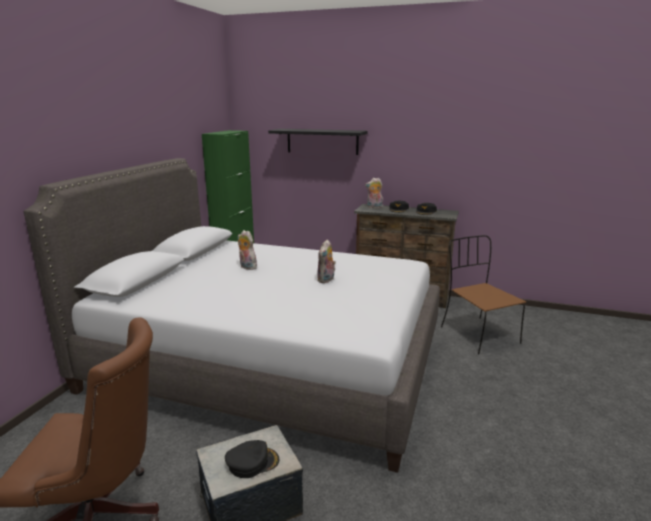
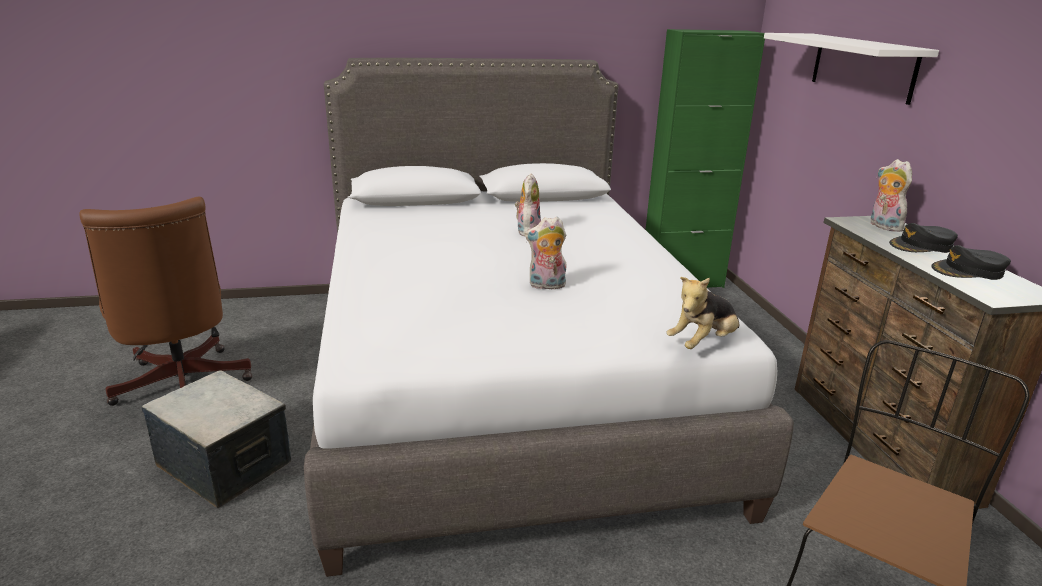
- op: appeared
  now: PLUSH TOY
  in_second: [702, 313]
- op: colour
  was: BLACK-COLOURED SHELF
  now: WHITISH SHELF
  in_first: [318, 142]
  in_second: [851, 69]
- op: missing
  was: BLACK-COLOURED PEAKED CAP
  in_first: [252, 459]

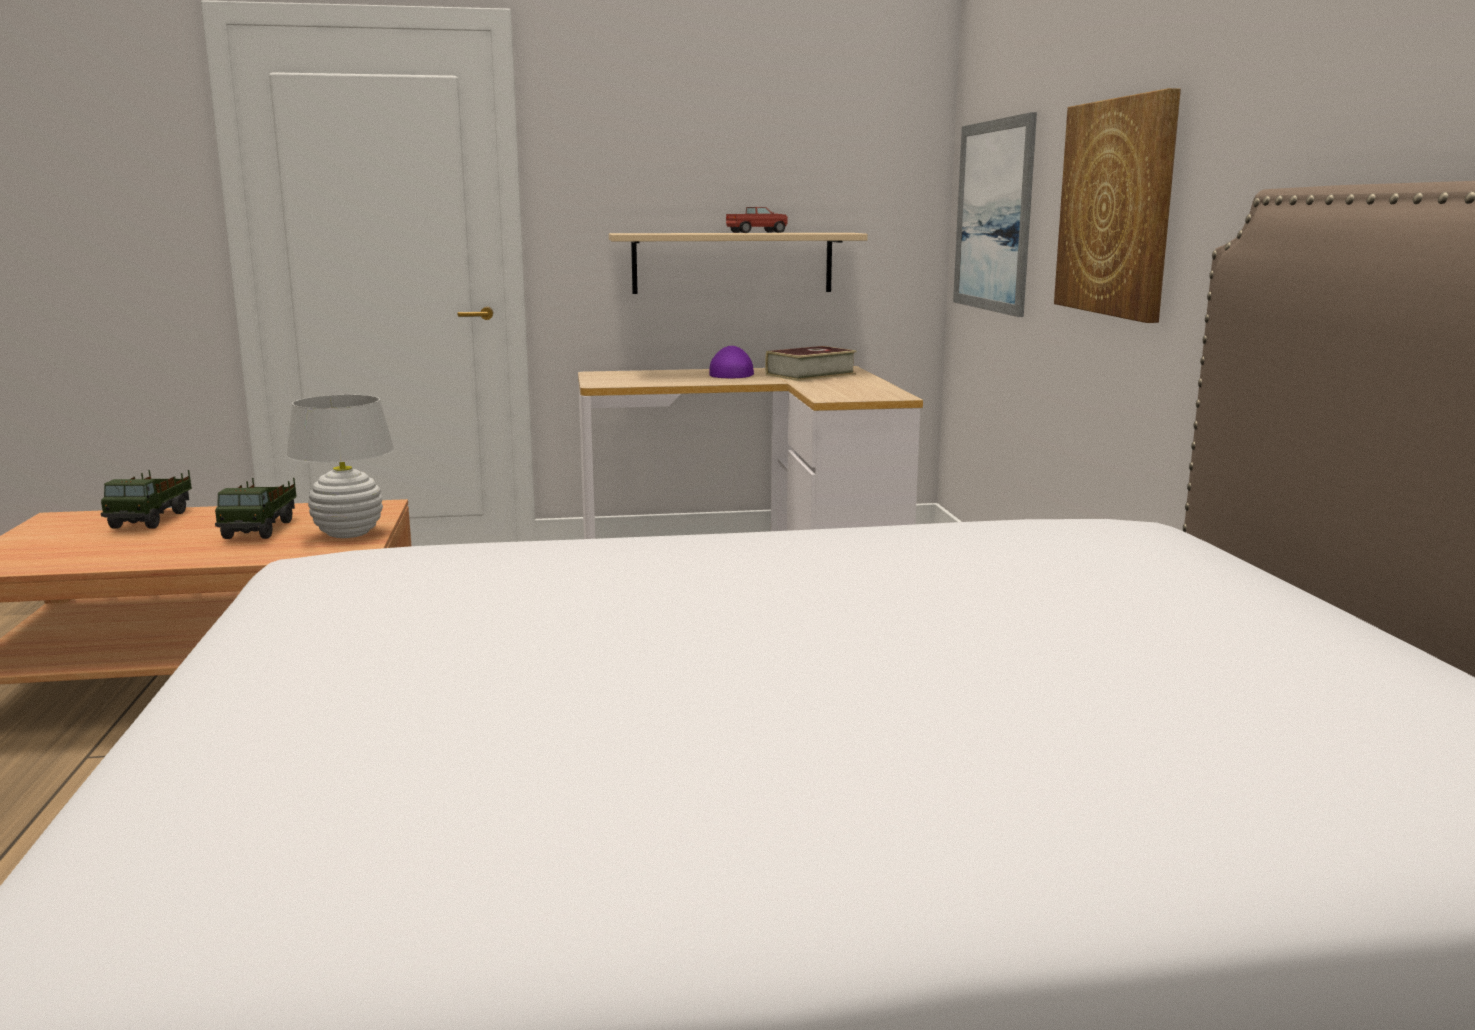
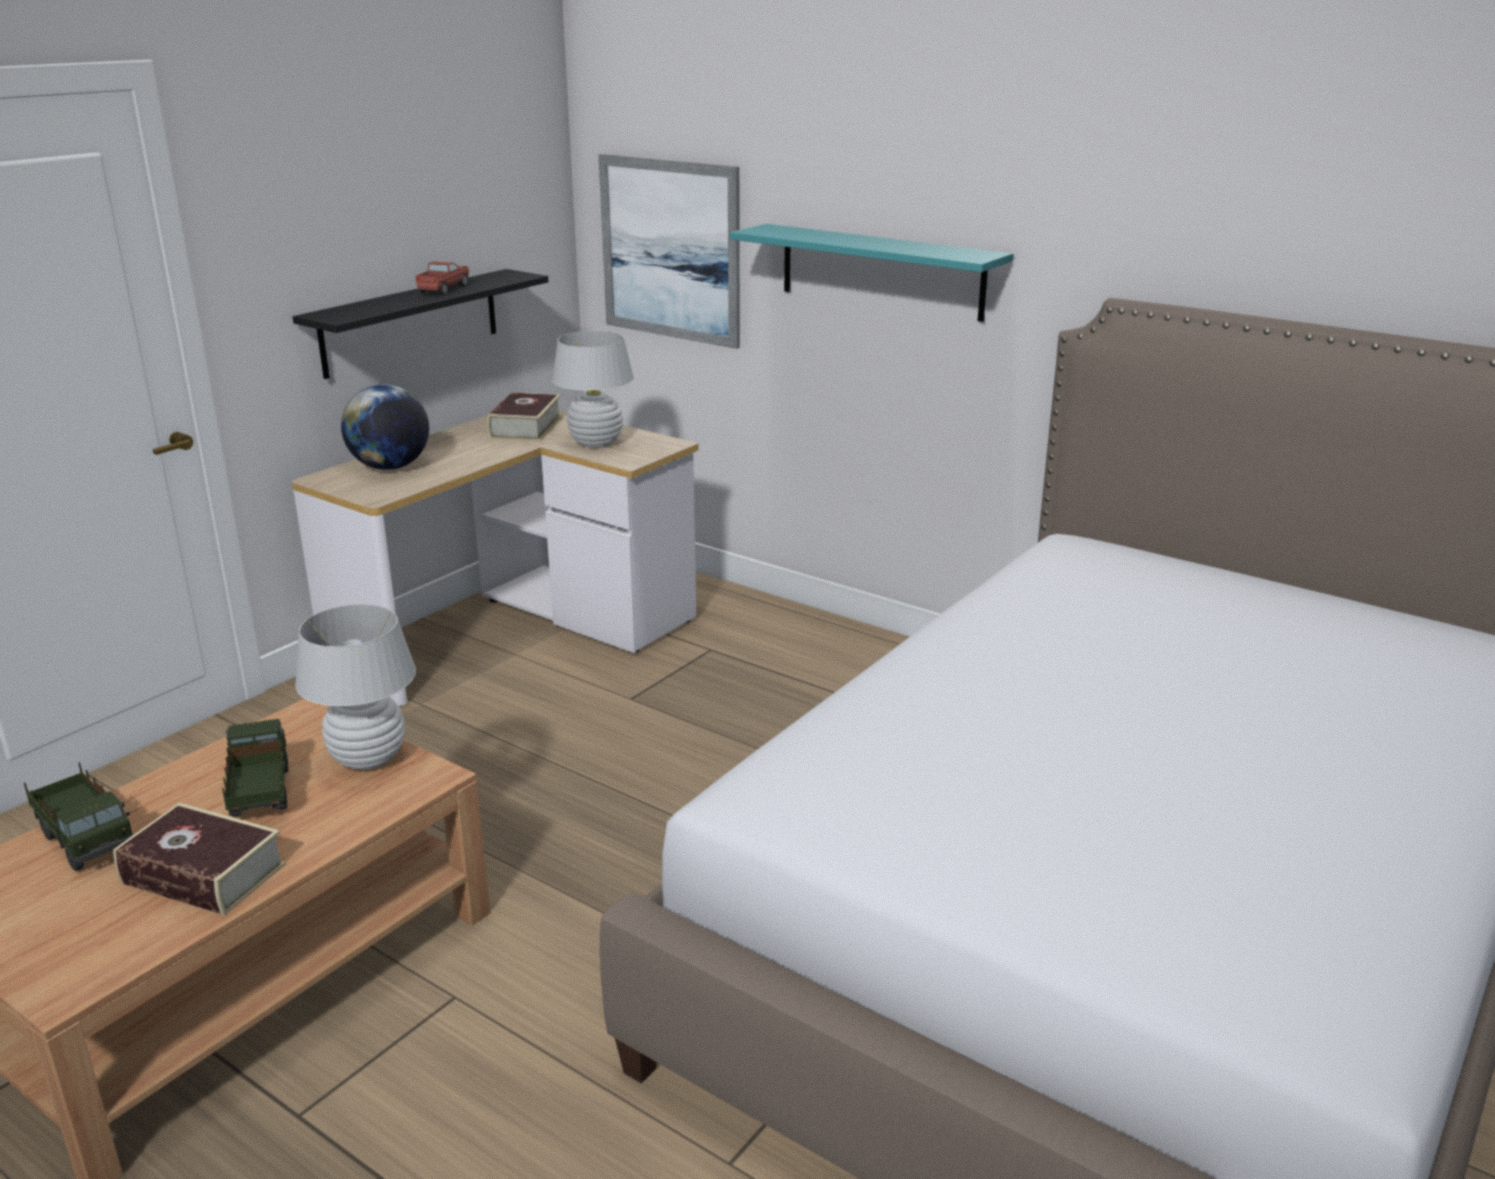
- op: appeared
  now: BOUND BOOK
  in_second: [199, 859]
- op: spun
  was: TOY LORRY
  in_first: [256, 508]
  in_second: [255, 768]
  clockwise: -150
- op: colour
  was: BEIGE SHELF
  now: BLACK-COLOURED SHELF
  in_first: [738, 263]
  in_second: [421, 324]
- op: appeared
  now: GLOBE
  in_second: [385, 427]
- op: appeared
  now: WHITISH TABLETOP LAMP
  in_second: [593, 389]
- op: exchanged
  was: PICTURE
  now: TURQUOISE SHELF
  in_first: [1117, 205]
  in_second: [872, 273]
- op: missing
  was: PURPLE PEAKED CAP
  in_first: [731, 362]

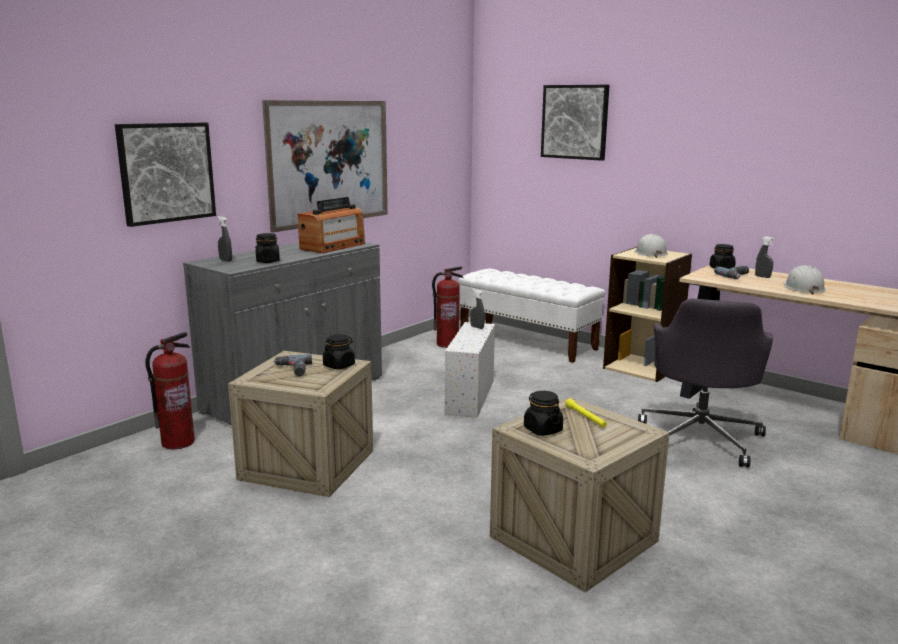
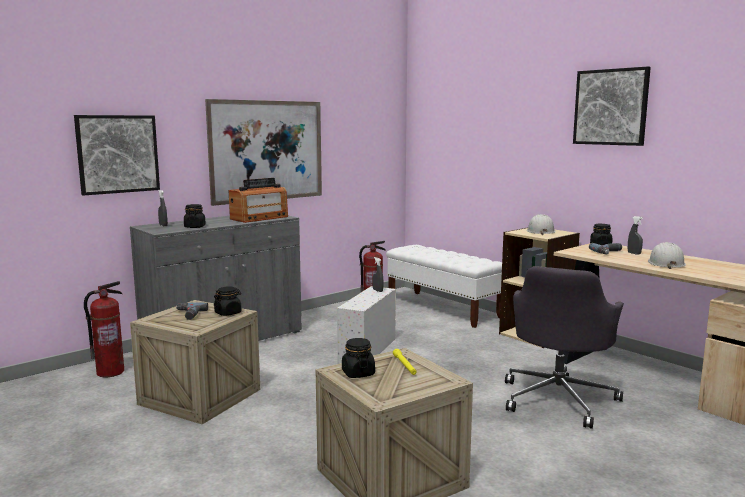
- op: relocated
  was: PICTURE
  in_first: [575, 123]
  in_second: [612, 106]

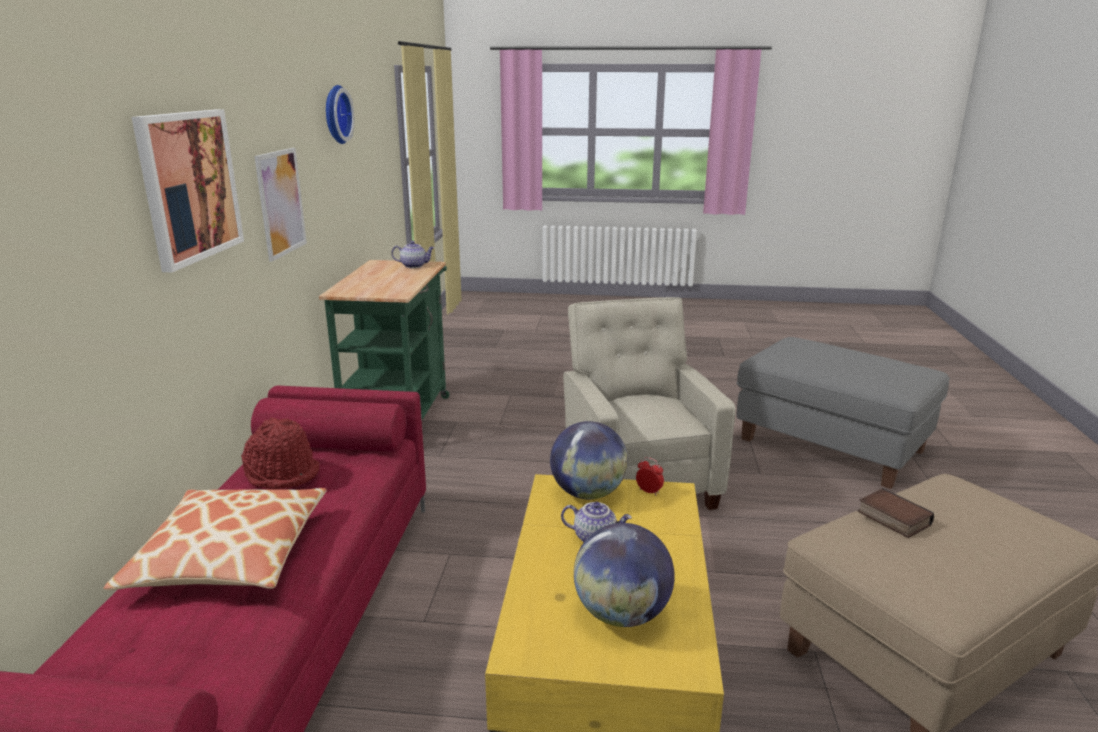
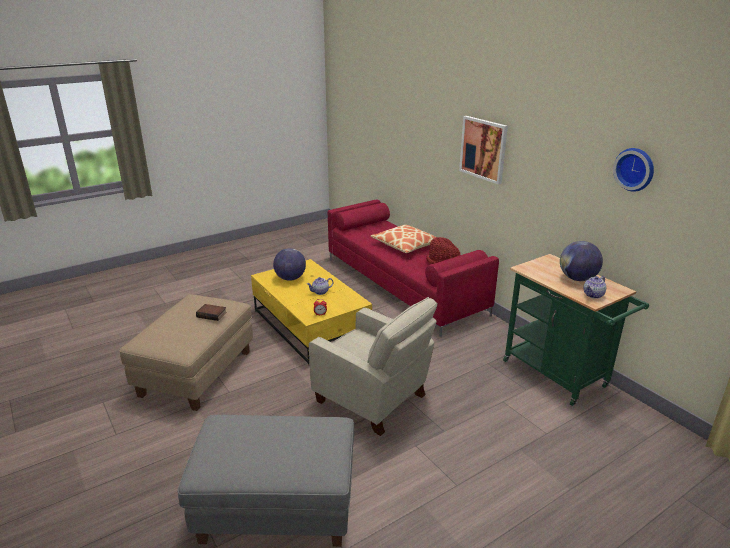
- op: relocated
  was: GLOBE
  in_first: [589, 460]
  in_second: [581, 261]
- op: missing
  was: PICTURE
  in_first: [281, 205]

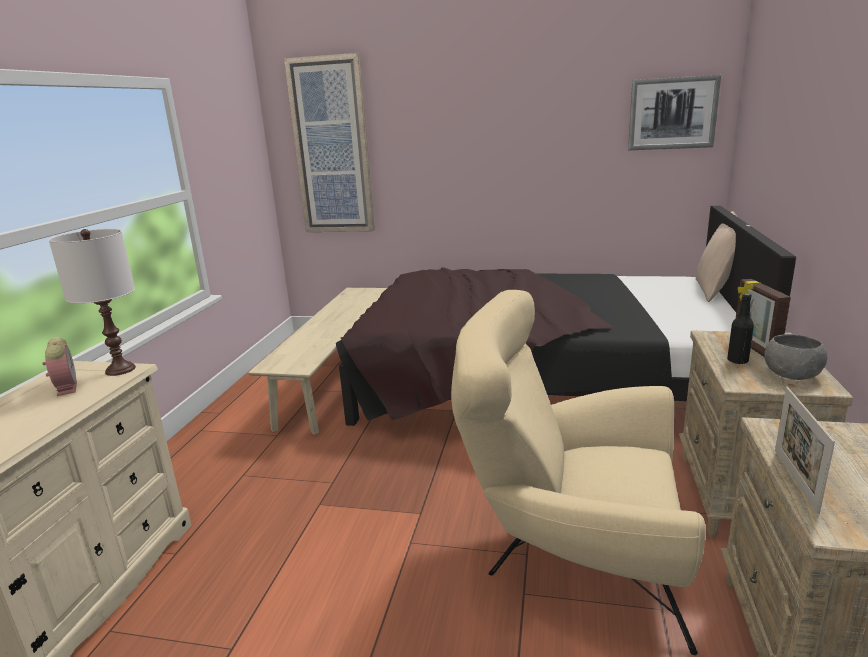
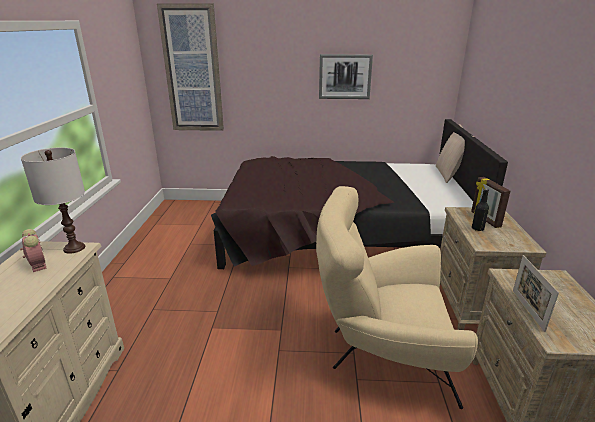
- op: relocated
  was: PICTURE
  in_first: [674, 112]
  in_second: [346, 76]
- op: missing
  was: BEIGE INDOOR BENCH
  in_first: [317, 361]
- op: missing
  was: GREY BOWL
  in_first: [795, 357]

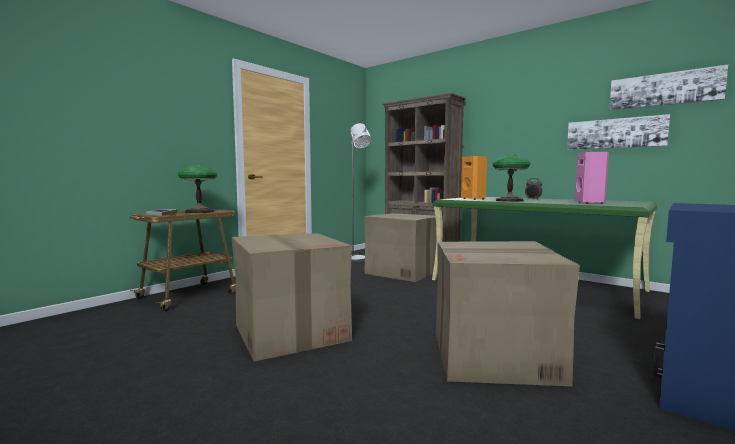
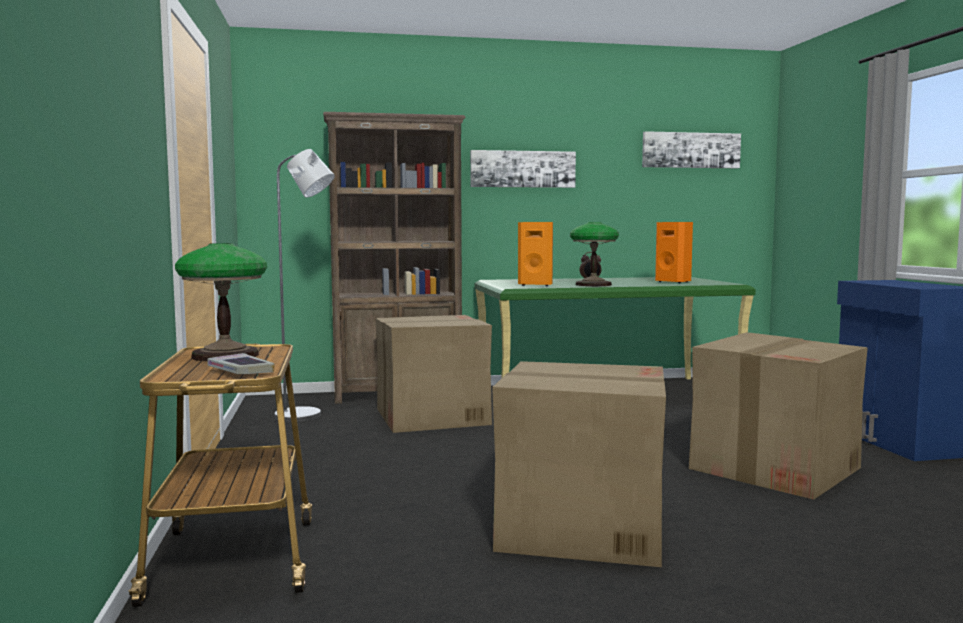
- op: relocated
  was: PICTURE
  in_first: [618, 132]
  in_second: [523, 169]
- op: colour
  was: PINK AUDIO SPEAKER
  now: ORANGE AUDIO SPEAKER
  in_first: [592, 178]
  in_second: [674, 252]

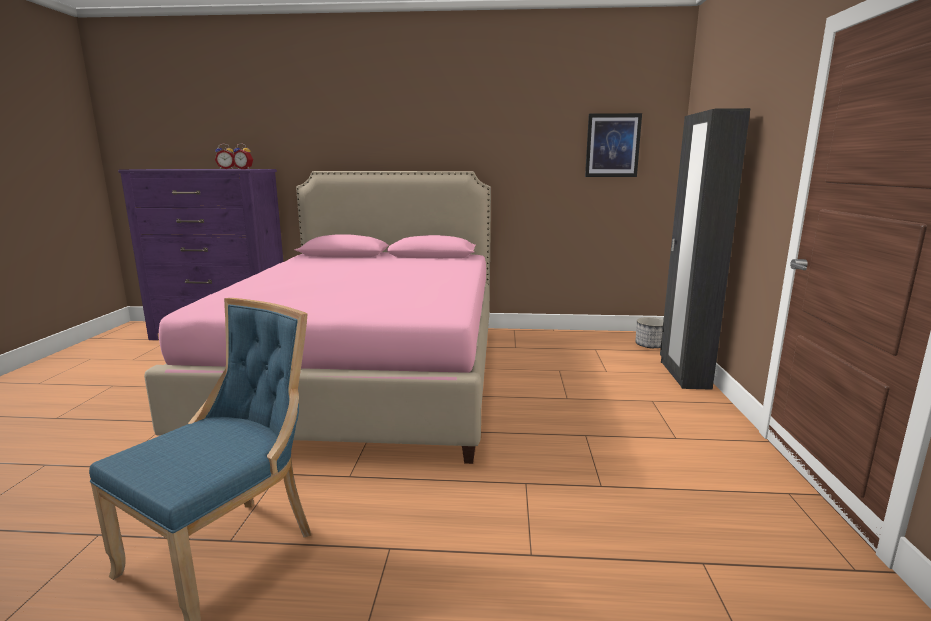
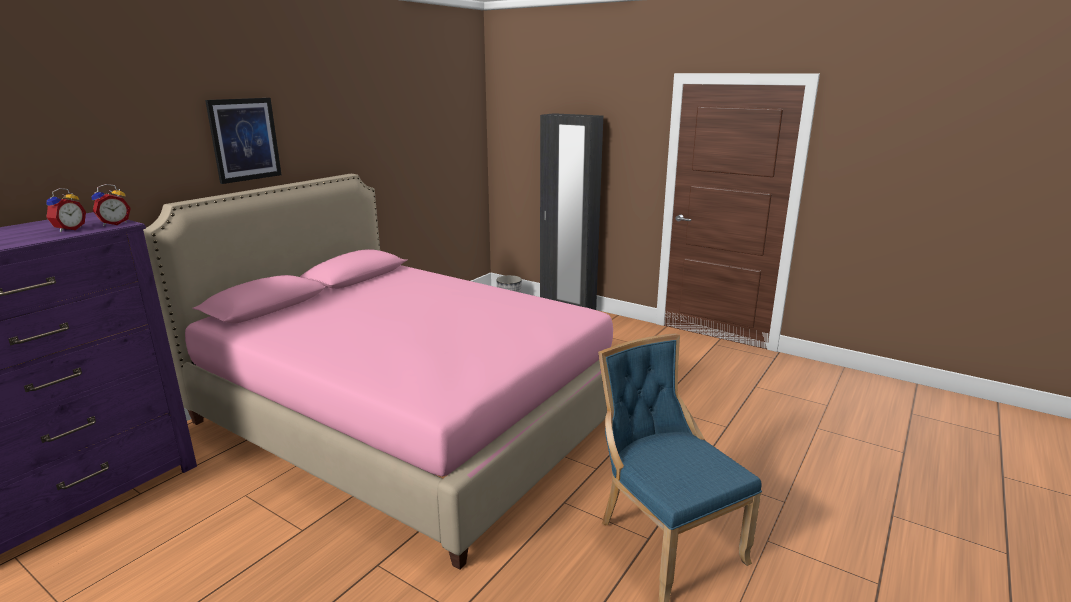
- op: relocated
  was: PICTURE
  in_first: [613, 145]
  in_second: [243, 141]

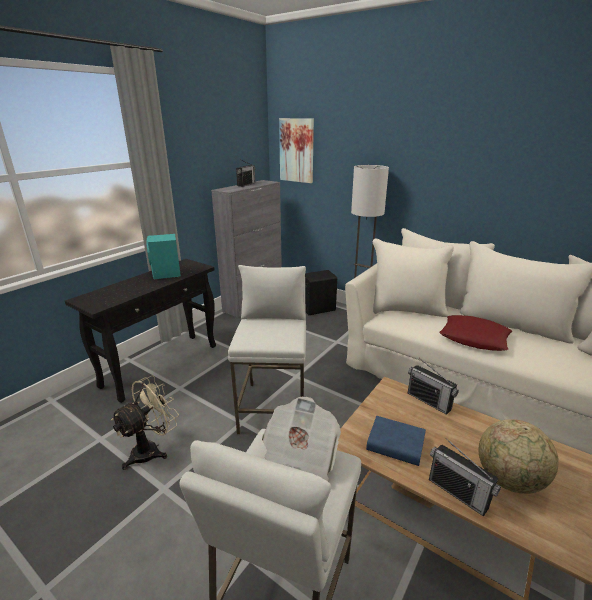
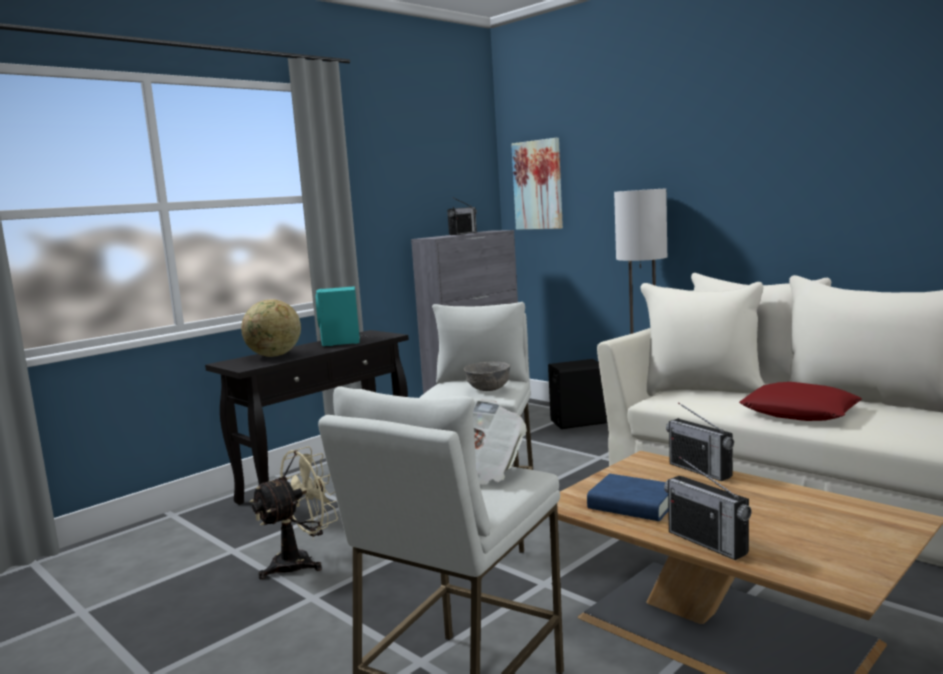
- op: relocated
  was: GLOBE
  in_first: [519, 456]
  in_second: [271, 328]
- op: appeared
  now: GREY BOWL
  in_second: [487, 376]

